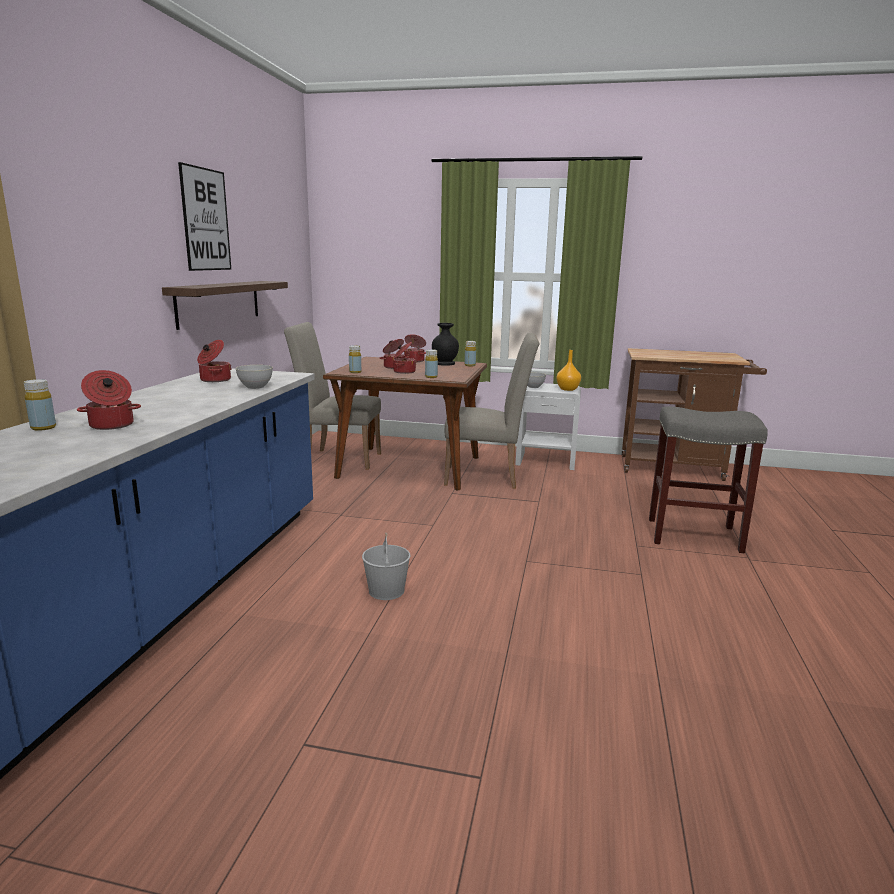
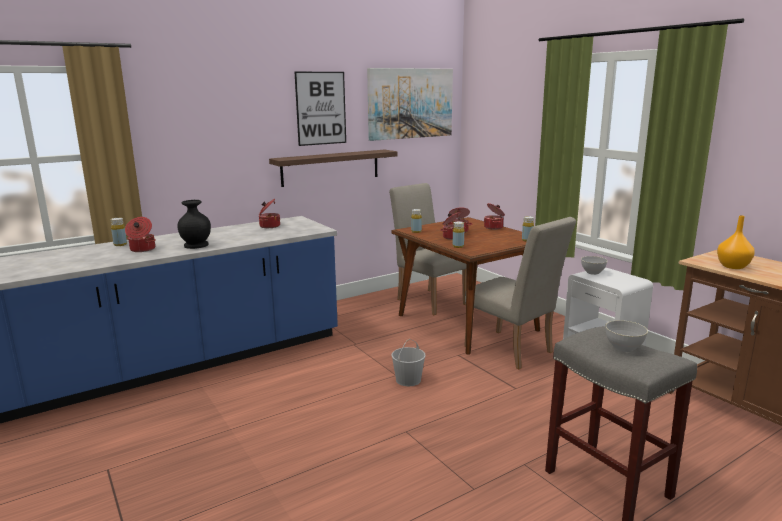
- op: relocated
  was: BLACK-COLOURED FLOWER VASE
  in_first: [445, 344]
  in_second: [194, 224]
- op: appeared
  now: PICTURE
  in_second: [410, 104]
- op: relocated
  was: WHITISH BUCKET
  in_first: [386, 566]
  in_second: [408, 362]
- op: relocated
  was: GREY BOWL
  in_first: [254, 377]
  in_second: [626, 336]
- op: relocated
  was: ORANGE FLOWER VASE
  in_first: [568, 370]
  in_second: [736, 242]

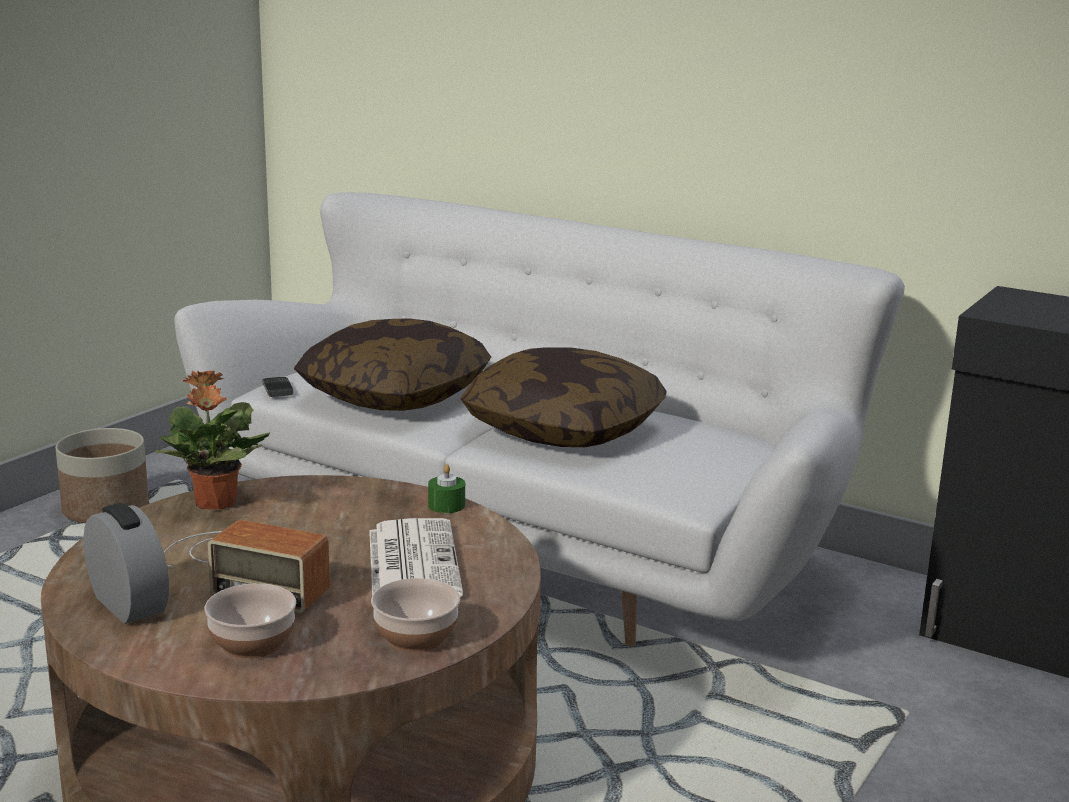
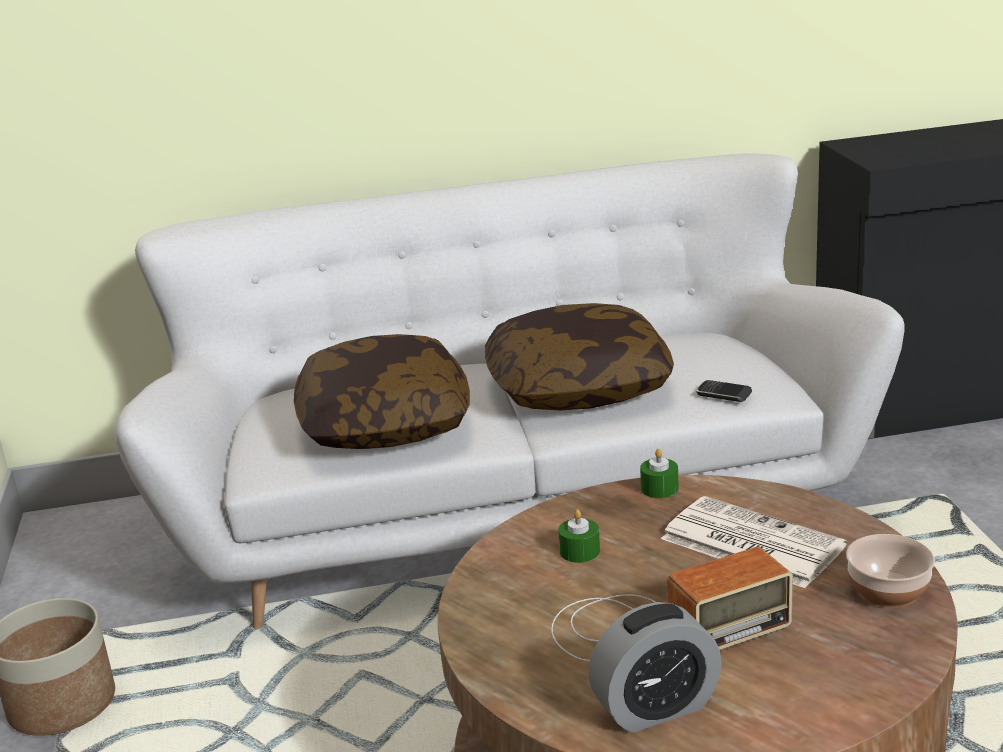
- op: appeared
  now: GREENISH WAX LIGHT
  in_second: [579, 536]
- op: spun
  was: BEDSIDE CLOCK
  in_first: [126, 563]
  in_second: [655, 667]
  clockwise: 150
- op: relocated
  was: HANDSET
  in_first: [278, 387]
  in_second: [724, 391]
- op: missing
  was: POTTED PLANT
  in_first: [213, 439]
- op: missing
  was: BOWL
  in_first: [250, 621]

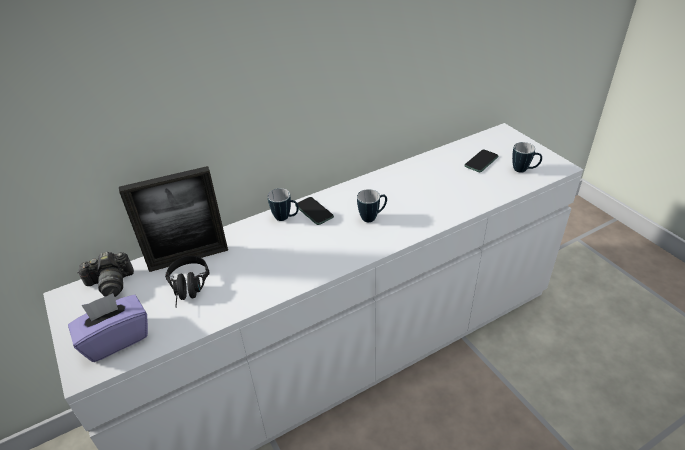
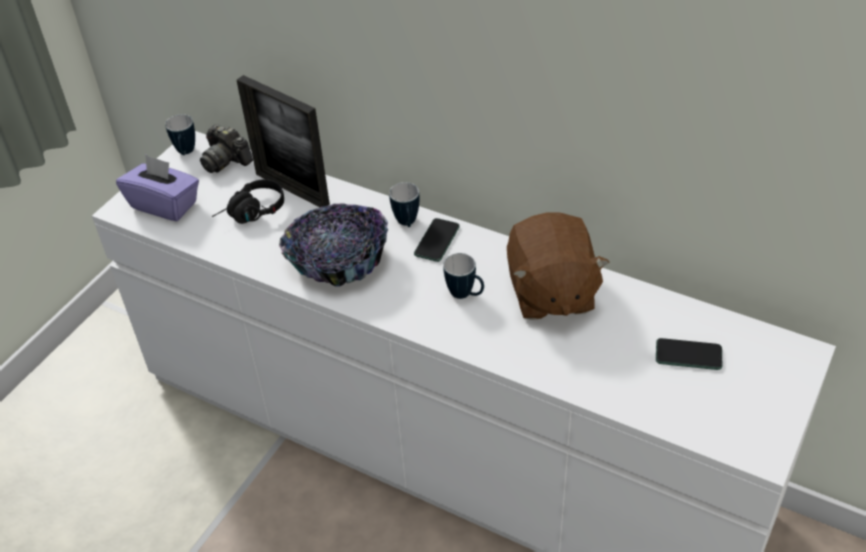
- op: relocated
  was: TEA MUG
  in_first: [527, 157]
  in_second: [180, 134]
- op: appeared
  now: BOWL
  in_second: [333, 245]
- op: appeared
  now: BROWN PLUSH TOY
  in_second: [558, 266]

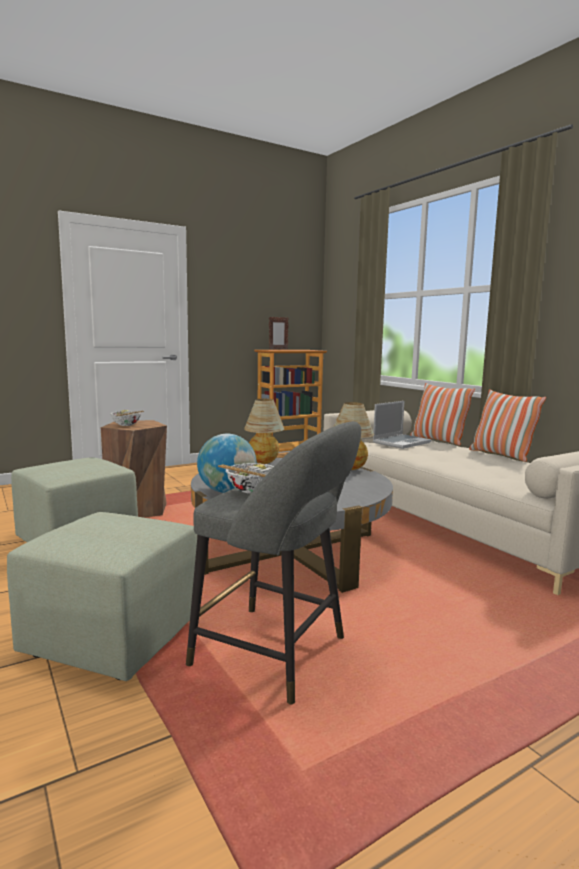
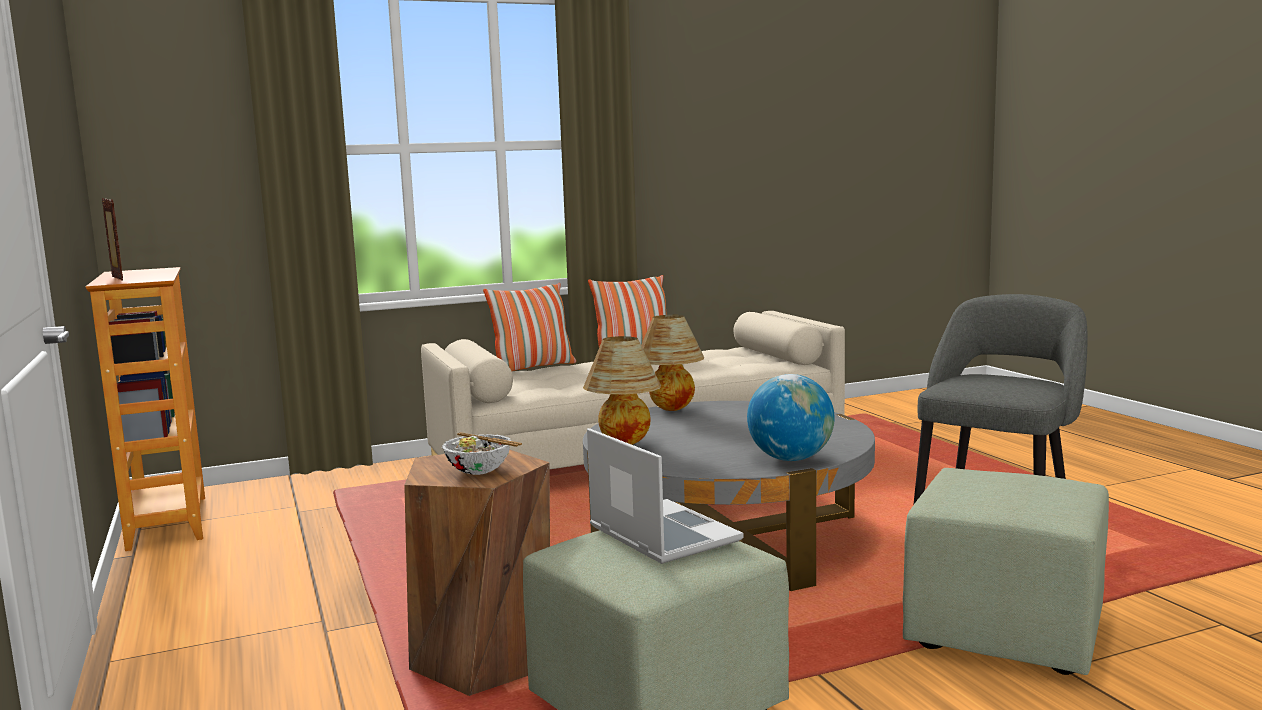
- op: relocated
  was: NOTEBOOK COMPUTER
  in_first: [402, 425]
  in_second: [665, 496]
- op: missing
  was: BOWL
  in_first: [246, 478]

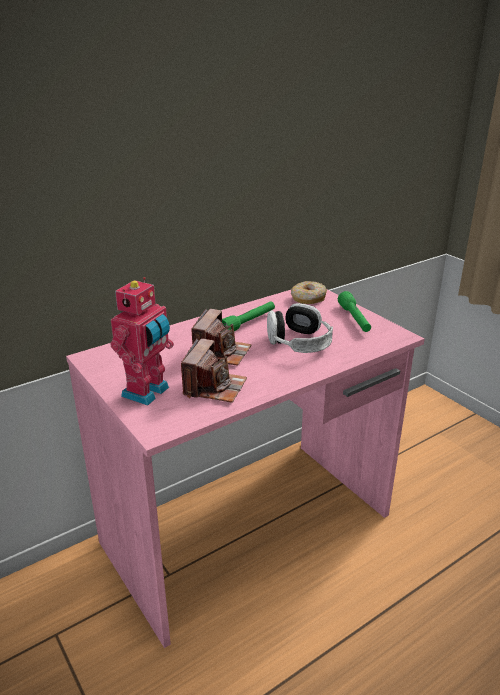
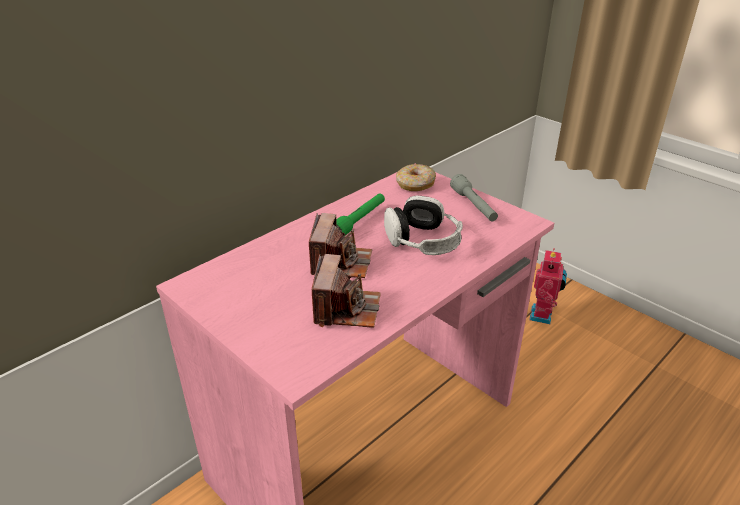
- op: colour
  was: GREENISH HAND TORCH
  now: GREY HAND TORCH
  in_first: [354, 311]
  in_second: [474, 197]
- op: relocated
  was: ROBOT FIGURE
  in_first: [142, 341]
  in_second: [548, 286]

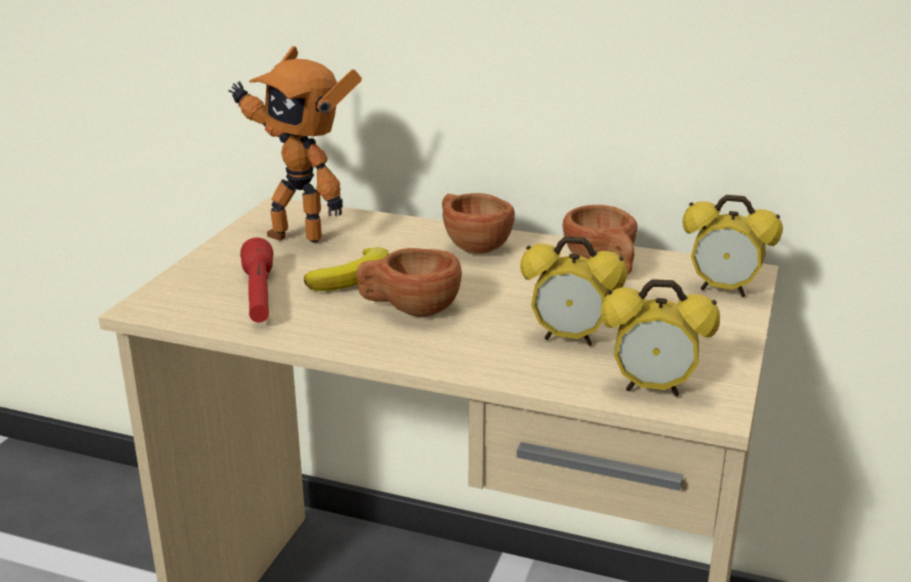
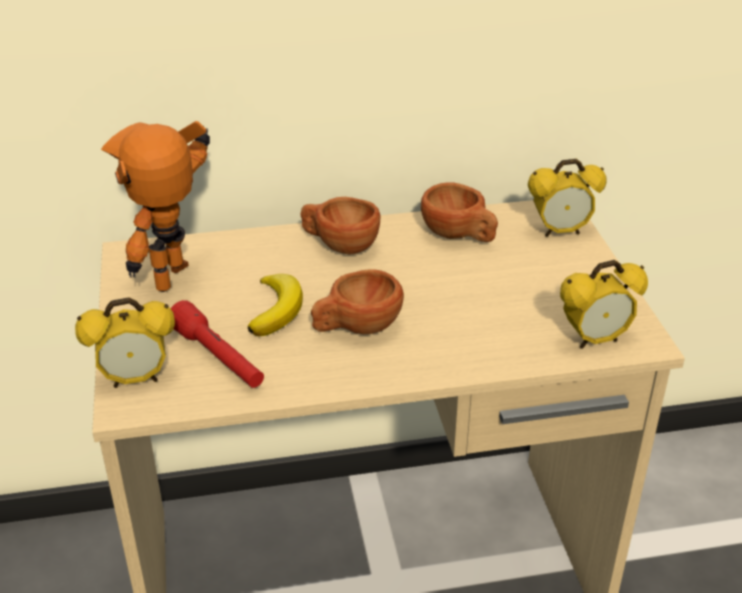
- op: relocated
  was: BEDSIDE CLOCK
  in_first: [574, 291]
  in_second: [125, 342]
- op: spun
  was: ROBOT FIGURE
  in_first: [295, 144]
  in_second: [155, 206]
  clockwise: 120

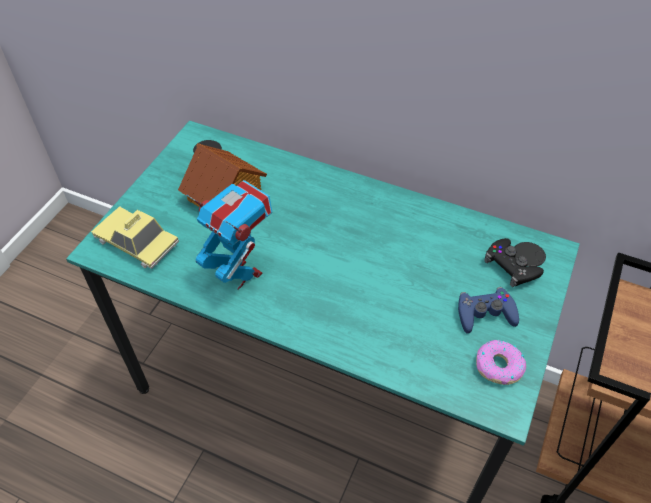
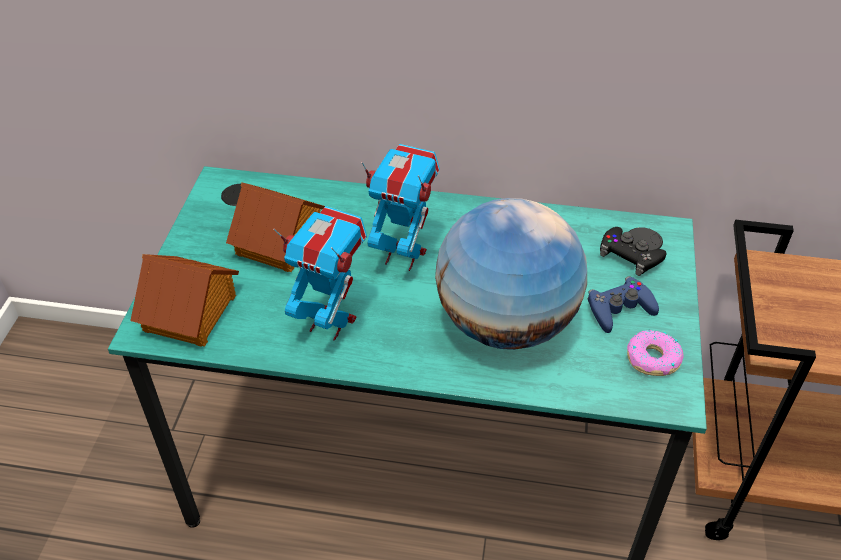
- op: exchanged
  was: MODEL CAR
  now: MODEL HOUSE
  in_first: [135, 237]
  in_second: [184, 300]
- op: appeared
  now: ROBOT FIGURE
  in_second: [400, 207]
- op: appeared
  now: GLOBE
  in_second: [511, 274]

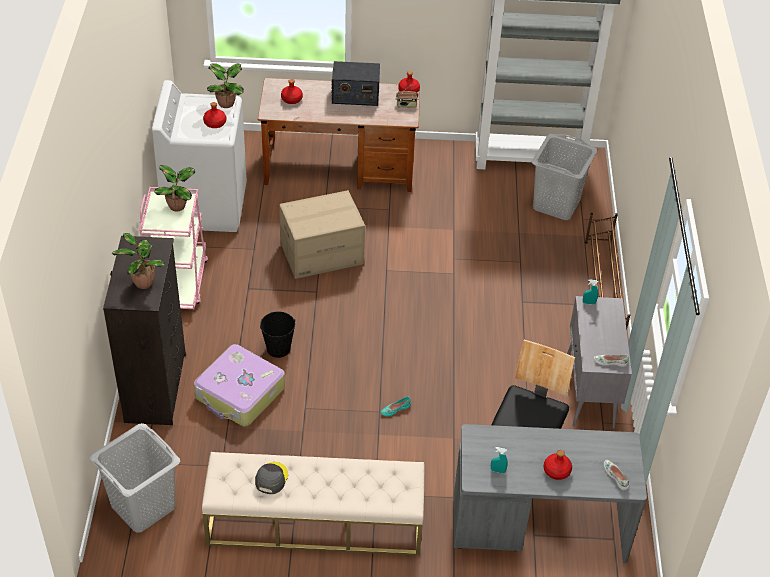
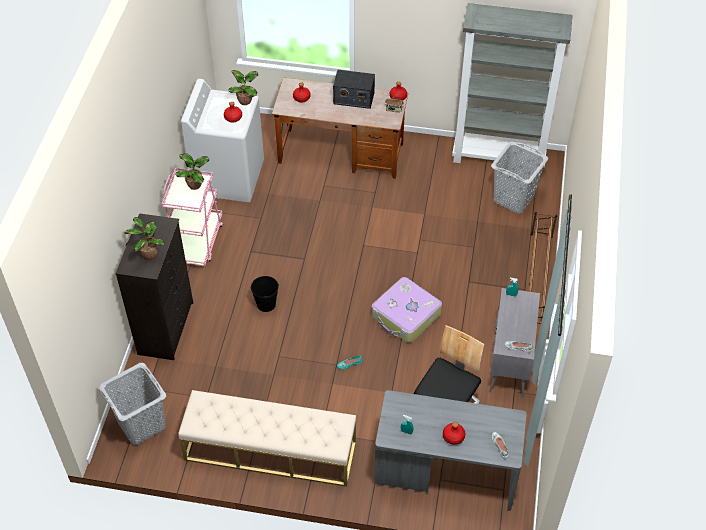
- op: relocated
  was: TRAVEL CASE
  in_first: [239, 385]
  in_second: [407, 310]
- op: missing
  was: GREY PEAKED CAP
  in_first: [271, 478]
- op: missing
  was: CARDBOARD BOX
  in_first: [322, 234]

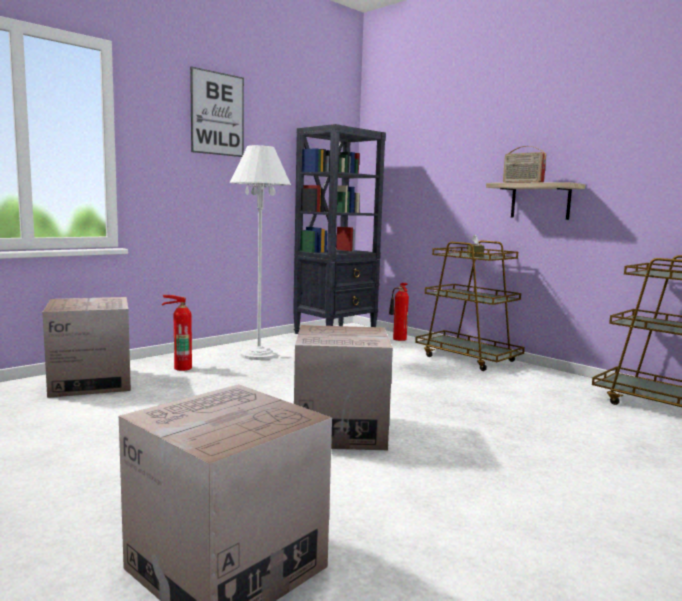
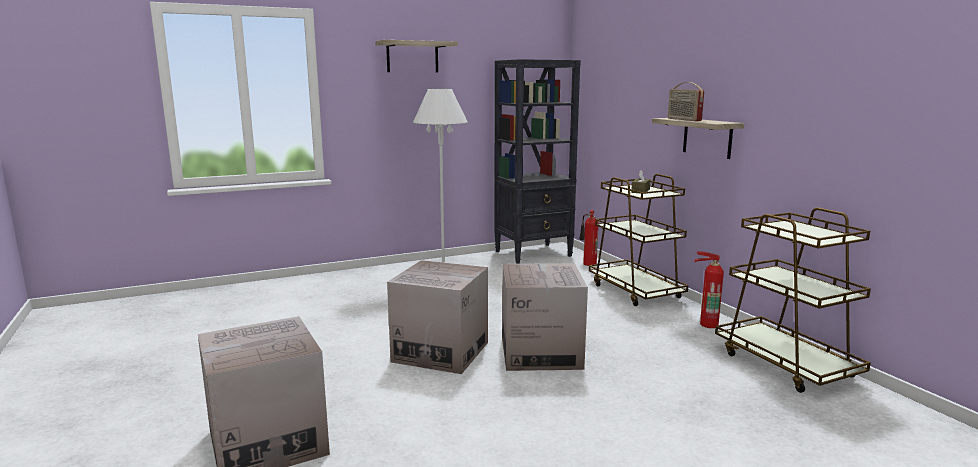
- op: exchanged
  was: PICTURE
  now: SHELF
  in_first: [217, 111]
  in_second: [416, 56]
- op: relocated
  was: CARDBOARD BOX
  in_first: [87, 347]
  in_second: [545, 317]
- op: relocated
  was: FIRE EXTINGUISHER
  in_first: [177, 333]
  in_second: [709, 289]

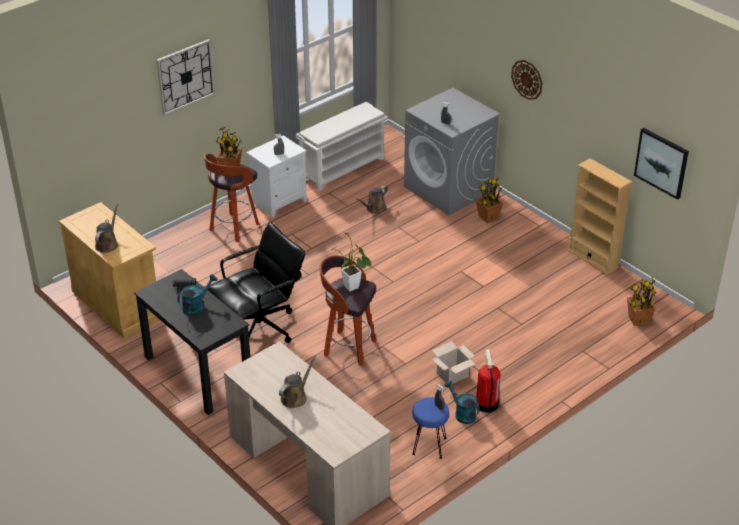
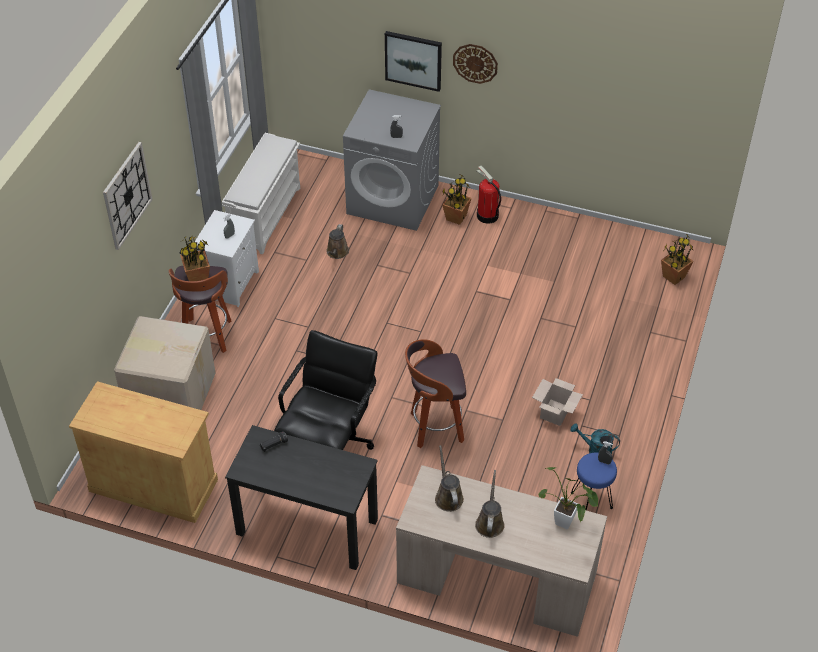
- op: appeared
  now: CARDBOARD BOX
  in_second: [164, 363]
- op: relocated
  was: PICTURE
  in_first: [661, 164]
  in_second: [413, 61]
- op: relocated
  was: BROWN SPRINKLING CAN
  in_first: [106, 228]
  in_second: [449, 478]
- op: relocated
  was: FIRE EXTINGUISHER
  in_first: [488, 381]
  in_second: [489, 195]
- op: relocated
  was: POTTED PLANT
  in_first: [350, 262]
  in_second: [568, 498]
- op: missing
  was: TURQUOISE SPRINKLING CAN
  in_first: [198, 294]
- op: missing
  was: BEIGE BOOKSHELF
  in_first: [600, 216]

